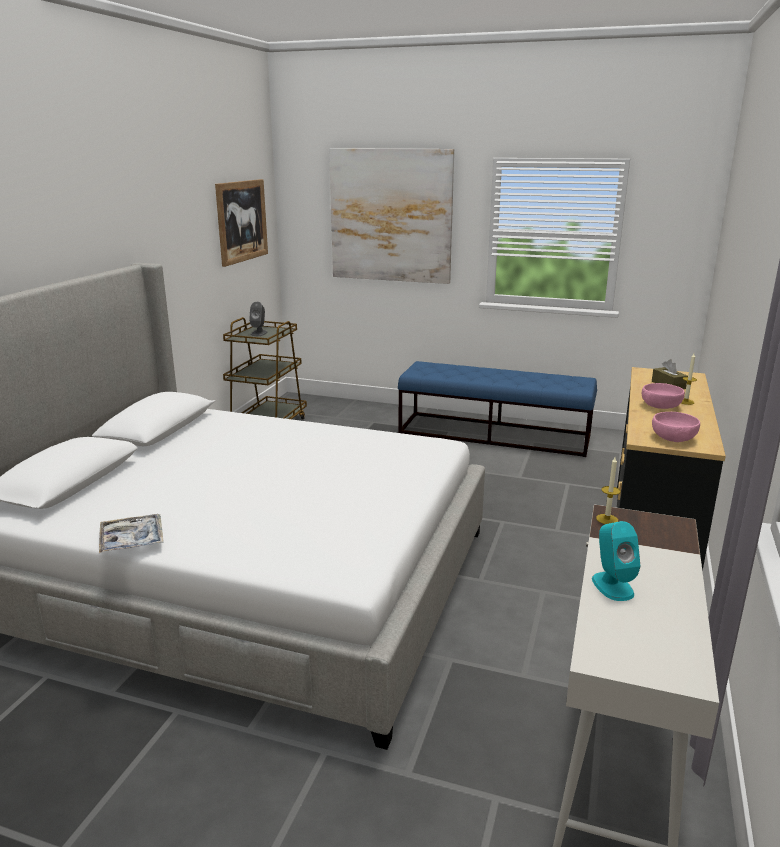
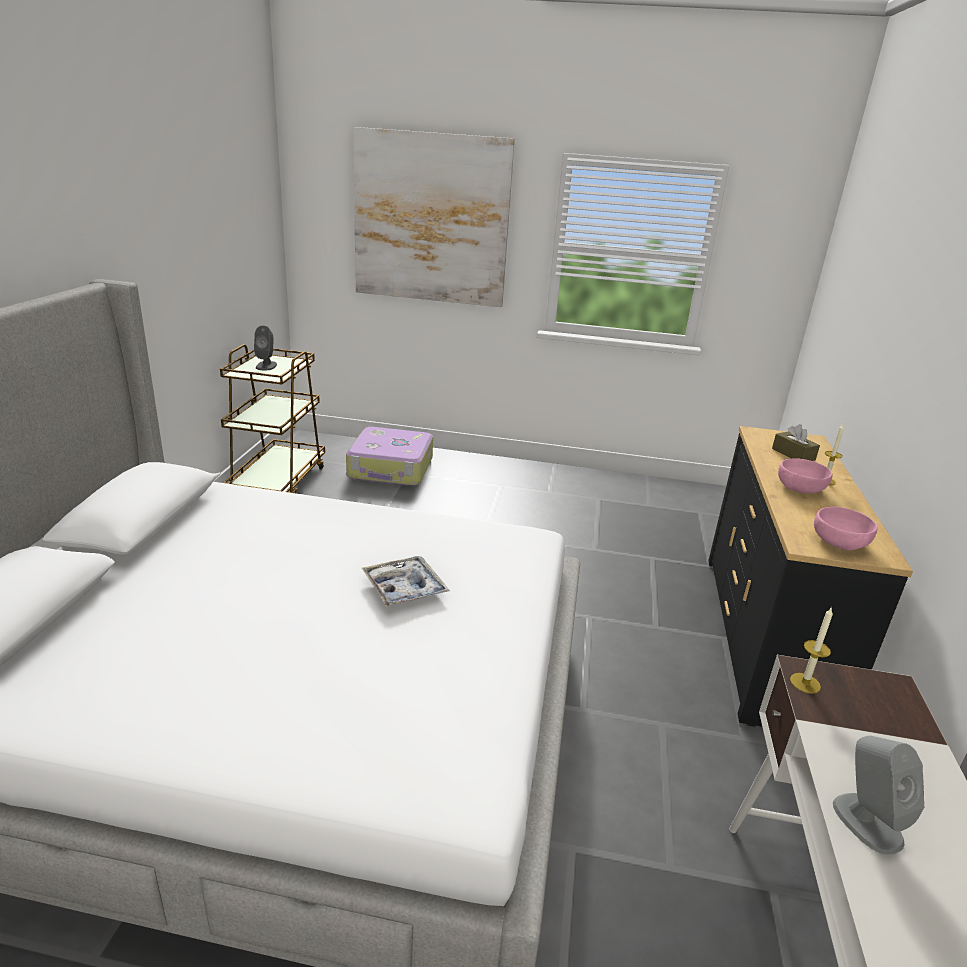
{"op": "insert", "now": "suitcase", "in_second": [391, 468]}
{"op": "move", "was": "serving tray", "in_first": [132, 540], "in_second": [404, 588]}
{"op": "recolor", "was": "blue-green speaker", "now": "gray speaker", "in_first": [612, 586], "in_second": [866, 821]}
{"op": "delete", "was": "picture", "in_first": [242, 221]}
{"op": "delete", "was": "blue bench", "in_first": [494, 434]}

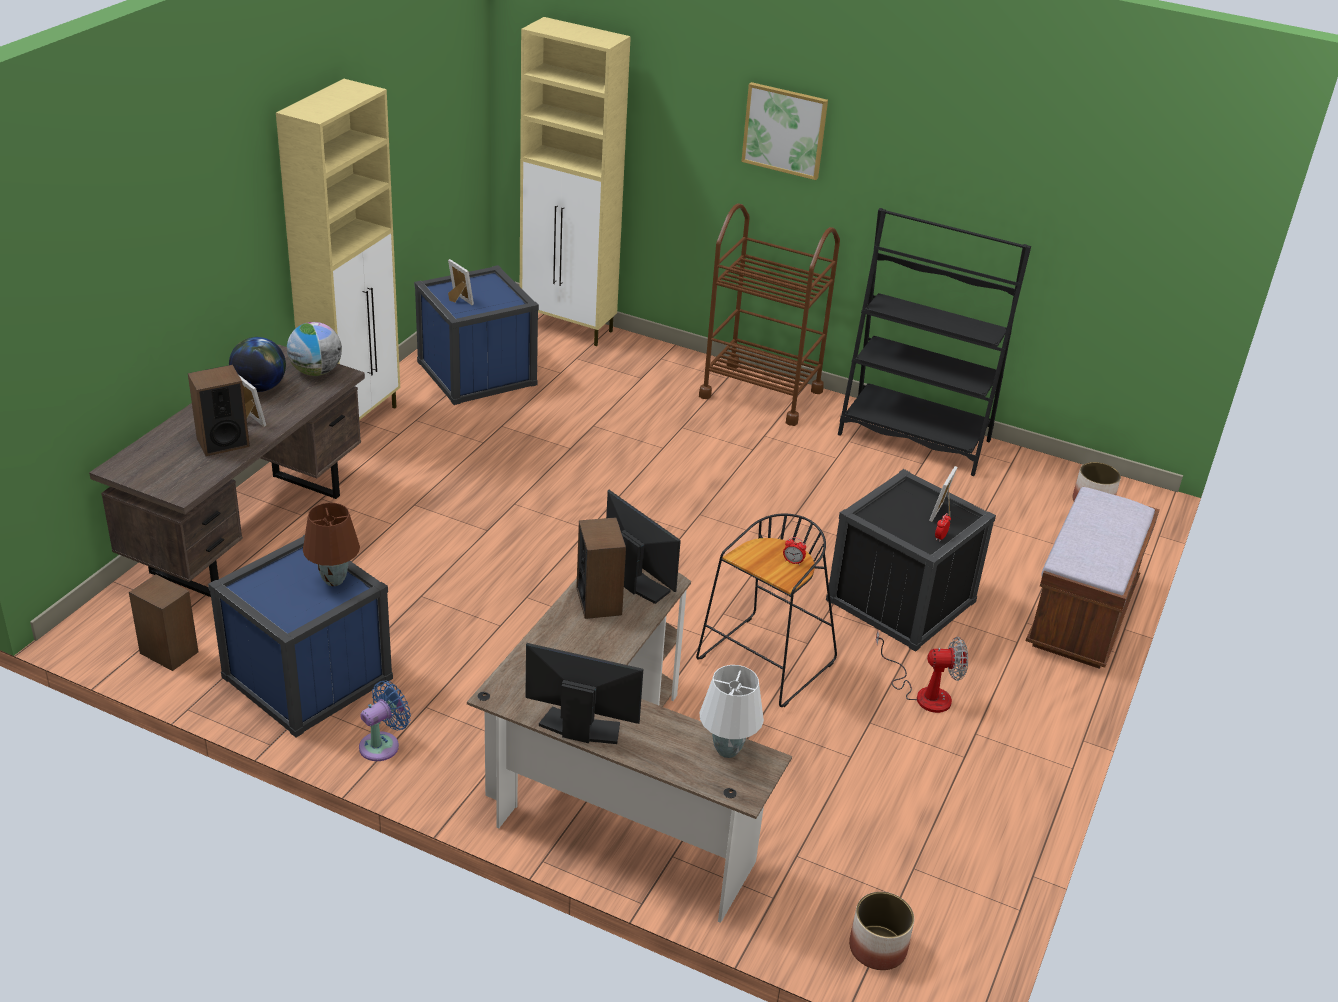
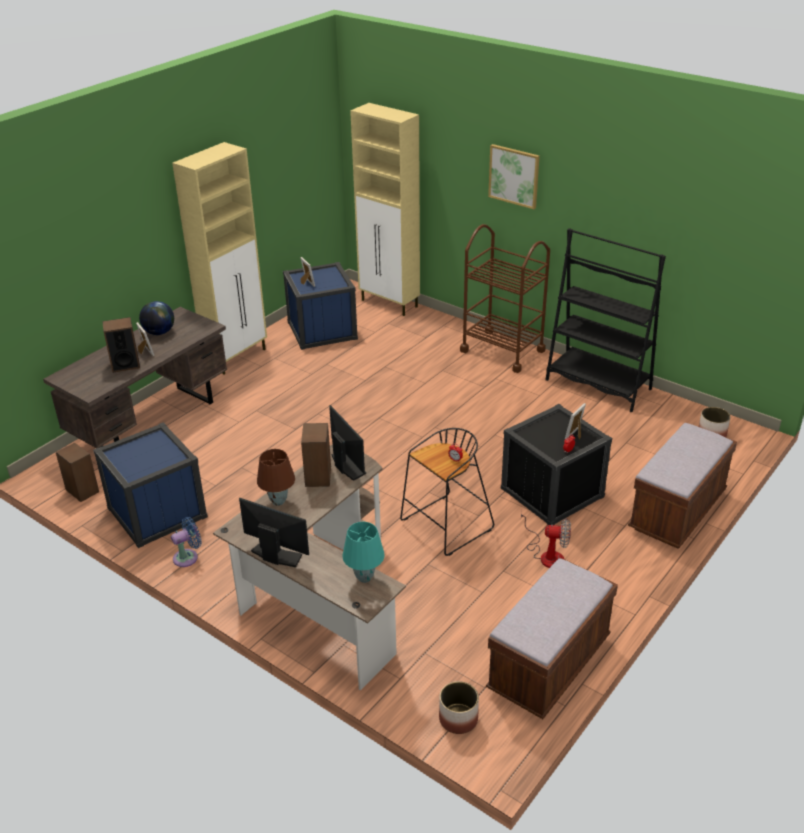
{"op": "move", "was": "brown table lamp", "in_first": [333, 580], "in_second": [278, 501]}
{"op": "recolor", "was": "whitish table lamp", "now": "blue-green table lamp", "in_first": [727, 751], "in_second": [364, 578]}
{"op": "insert", "now": "brown bench", "in_second": [549, 665]}
{"op": "delete", "was": "desk globe", "in_first": [316, 372]}

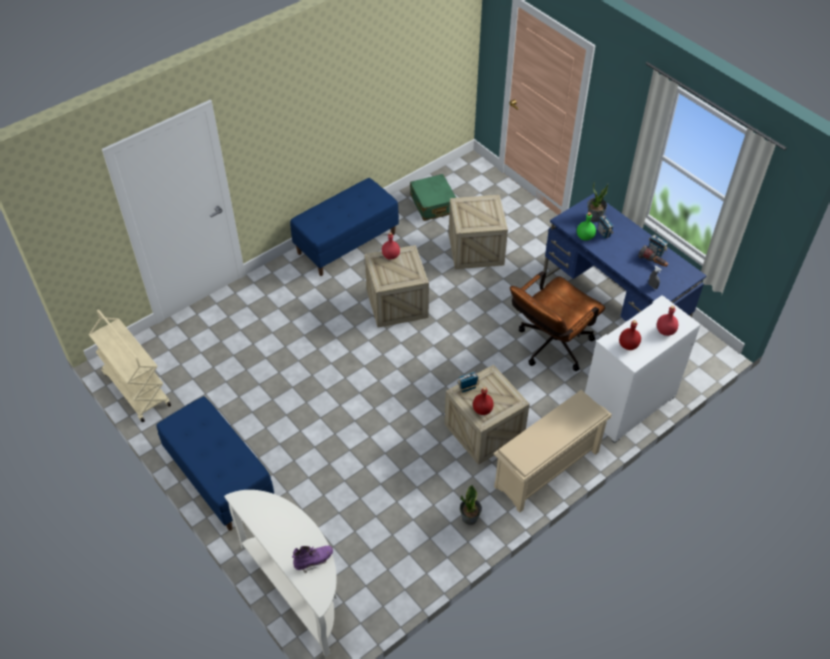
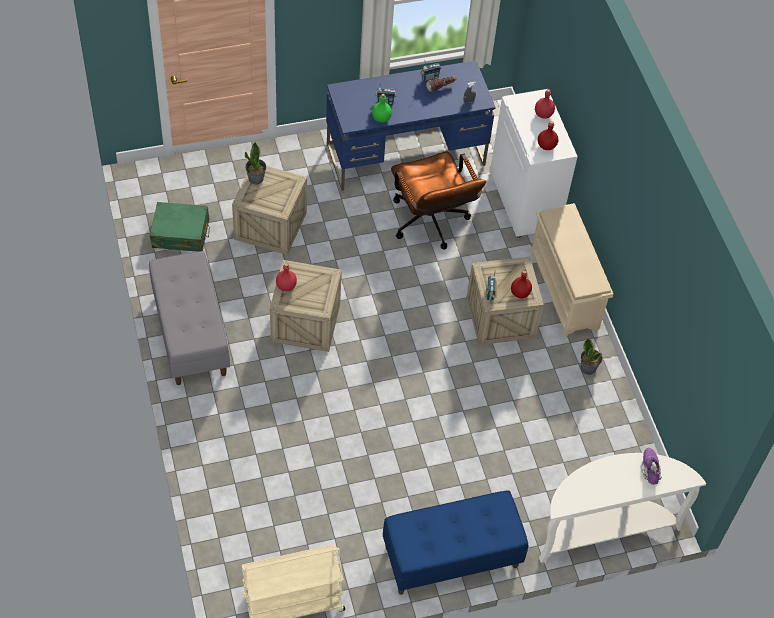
{"op": "recolor", "was": "blue bench", "now": "gray bench", "in_first": [346, 243], "in_second": [190, 333]}
{"op": "move", "was": "potted plant", "in_first": [594, 217], "in_second": [256, 178]}

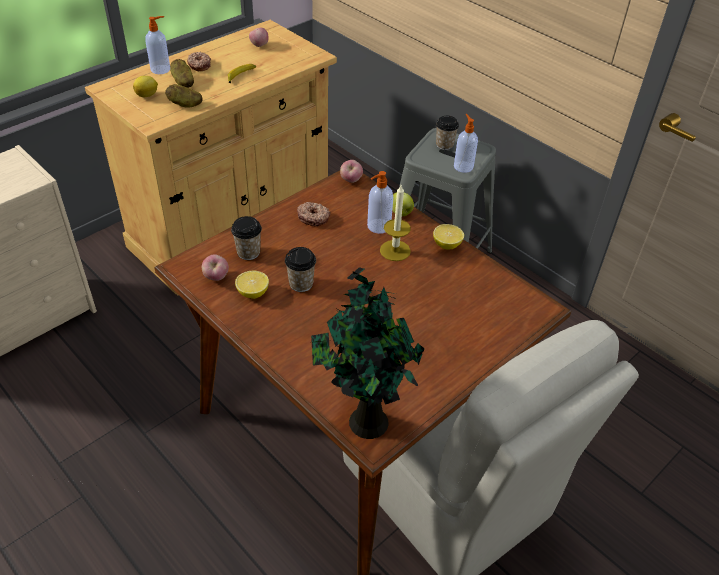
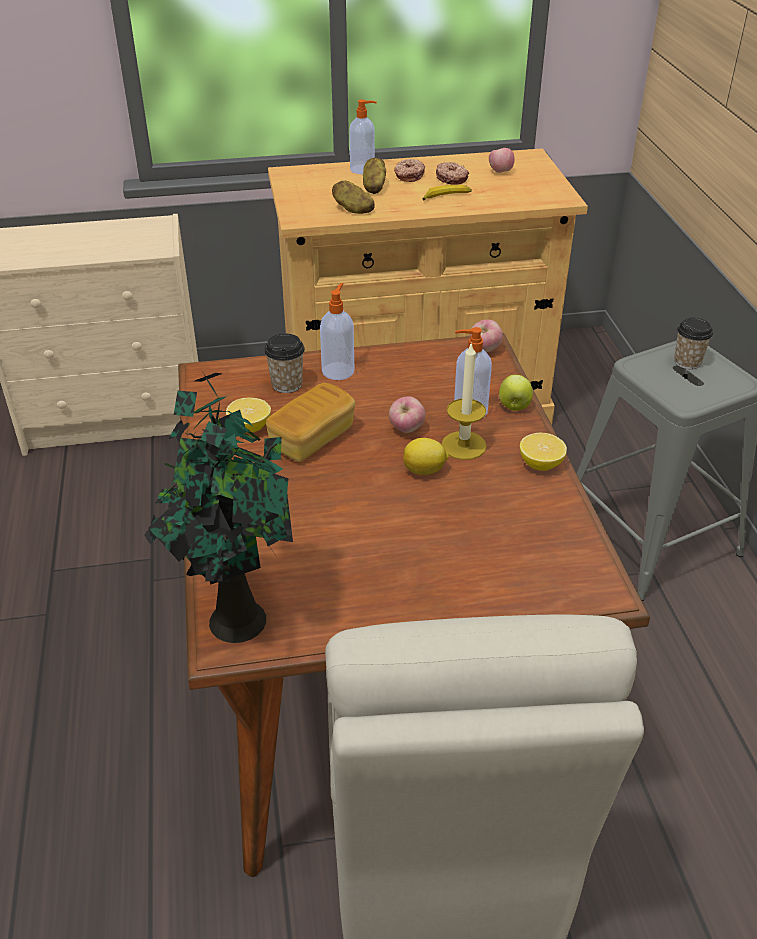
{"op": "replace", "was": "drinking cup", "now": "baked bread", "in_first": [301, 284], "in_second": [312, 438]}
{"op": "move", "was": "soap dispenser", "in_first": [463, 166], "in_second": [338, 370]}
{"op": "move", "was": "whole apple", "in_first": [216, 277], "in_second": [406, 429]}
{"op": "move", "was": "whole lemon", "in_first": [147, 95], "in_second": [425, 471]}
{"op": "move", "was": "donut", "in_first": [313, 217], "in_second": [452, 178]}

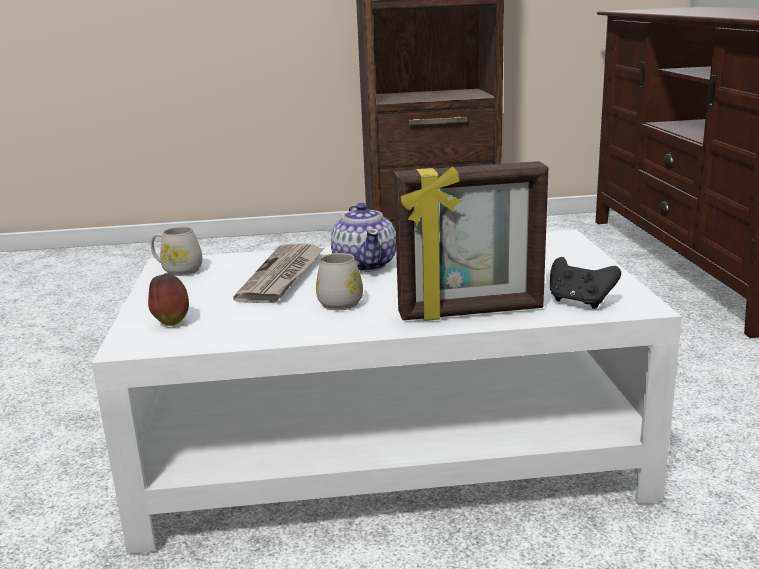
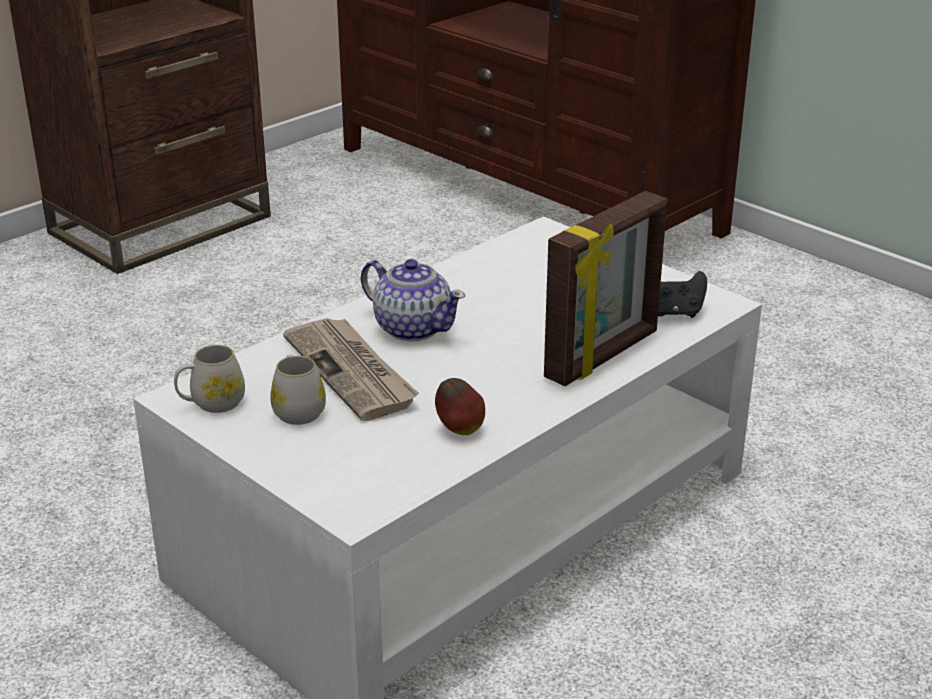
{"op": "move", "was": "whitish coffee mug", "in_first": [343, 301], "in_second": [297, 409]}
{"op": "move", "was": "whole apple", "in_first": [171, 322], "in_second": [459, 430]}

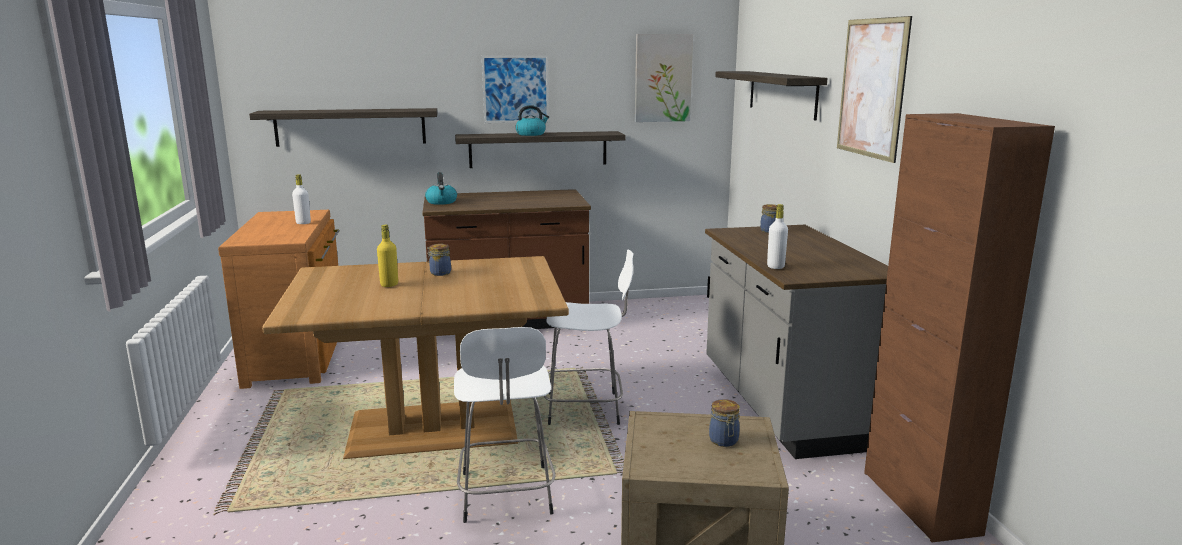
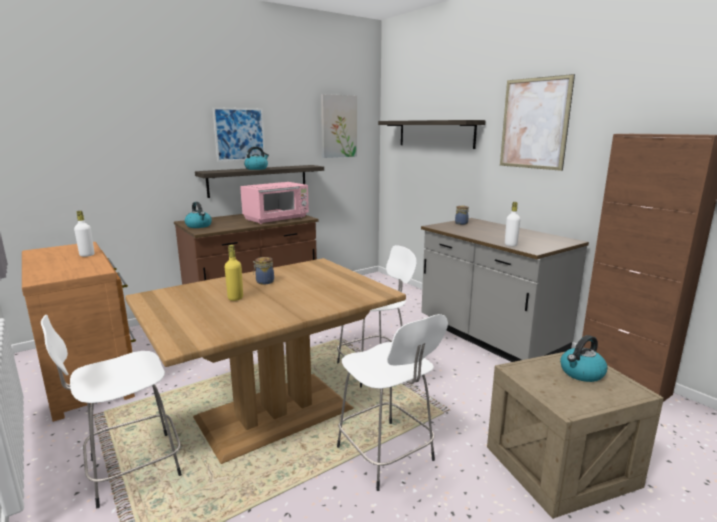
{"op": "insert", "now": "whitish sitting stool", "in_second": [131, 469]}
{"op": "insert", "now": "pinkish microwave", "in_second": [277, 219]}
{"op": "replace", "was": "preserve jar", "now": "water kettle", "in_first": [724, 441], "in_second": [581, 373]}
{"op": "delete", "was": "wall shelf", "in_first": [350, 127]}

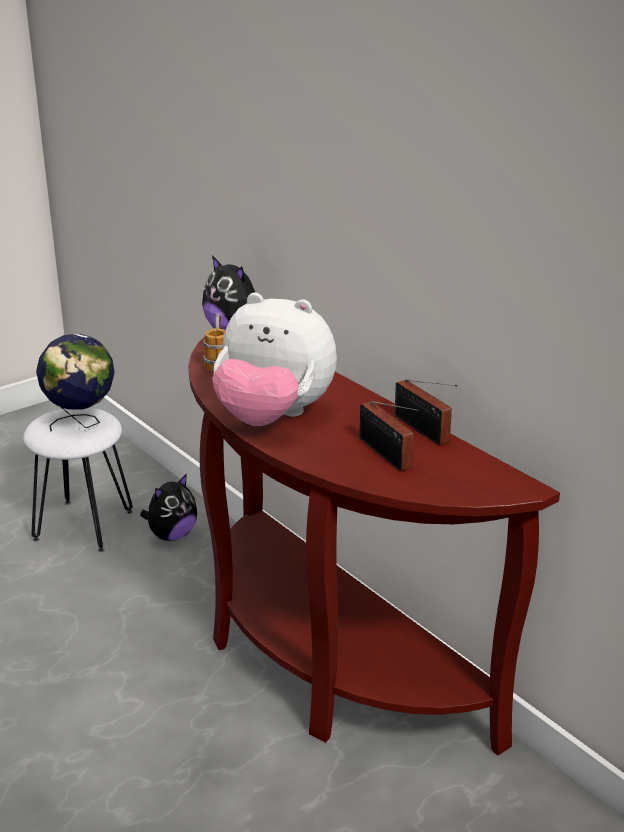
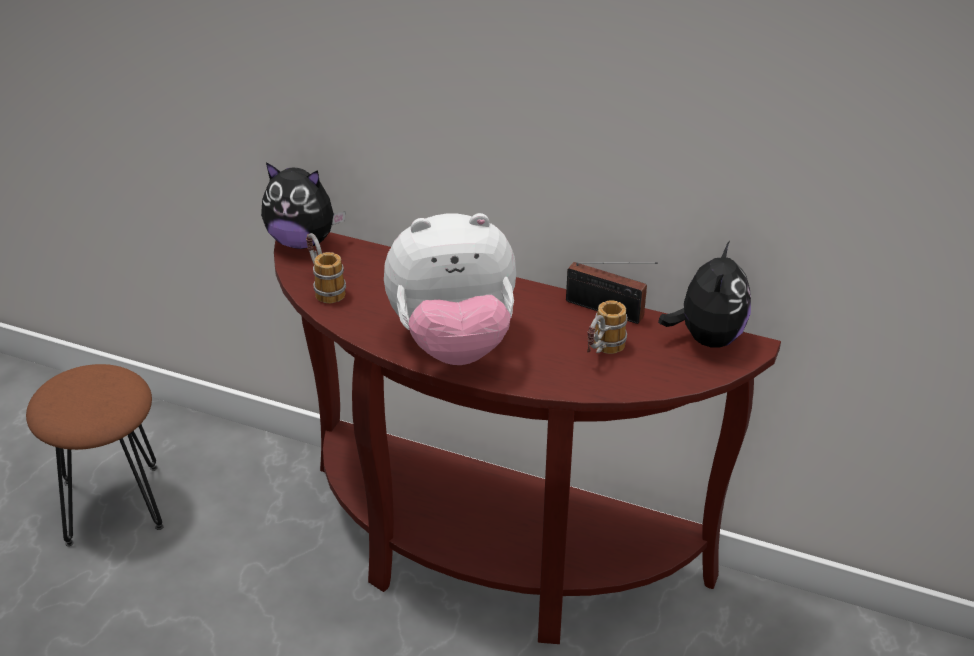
{"op": "recolor", "was": "whitish sitting stool", "now": "brown sitting stool", "in_first": [82, 525], "in_second": [111, 504]}
{"op": "replace", "was": "radio", "now": "coffee mug", "in_first": [386, 455], "in_second": [602, 352]}
{"op": "move", "was": "cuddly toy", "in_first": [172, 535], "in_second": [707, 338]}
{"op": "delete", "was": "desk globe", "in_first": [81, 423]}

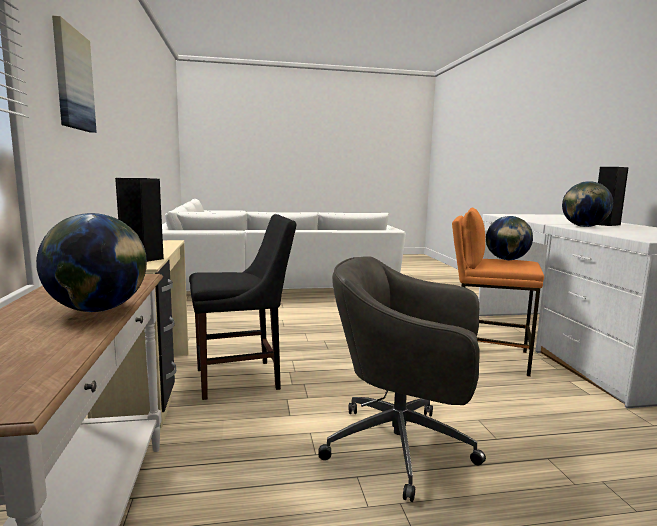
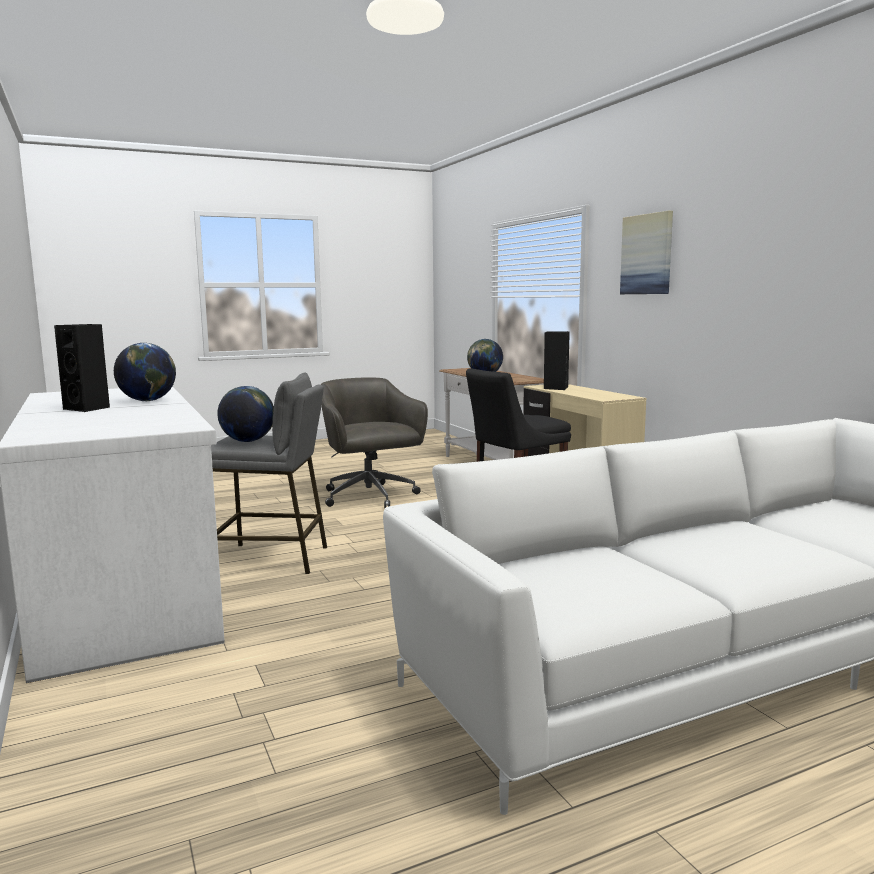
{"op": "recolor", "was": "orange-coloured sitting stool", "now": "gray sitting stool", "in_first": [486, 357], "in_second": [272, 559]}
{"op": "rotate", "was": "gray desk chair", "in_first": [403, 447], "in_second": [370, 497], "clockwise": -120}

